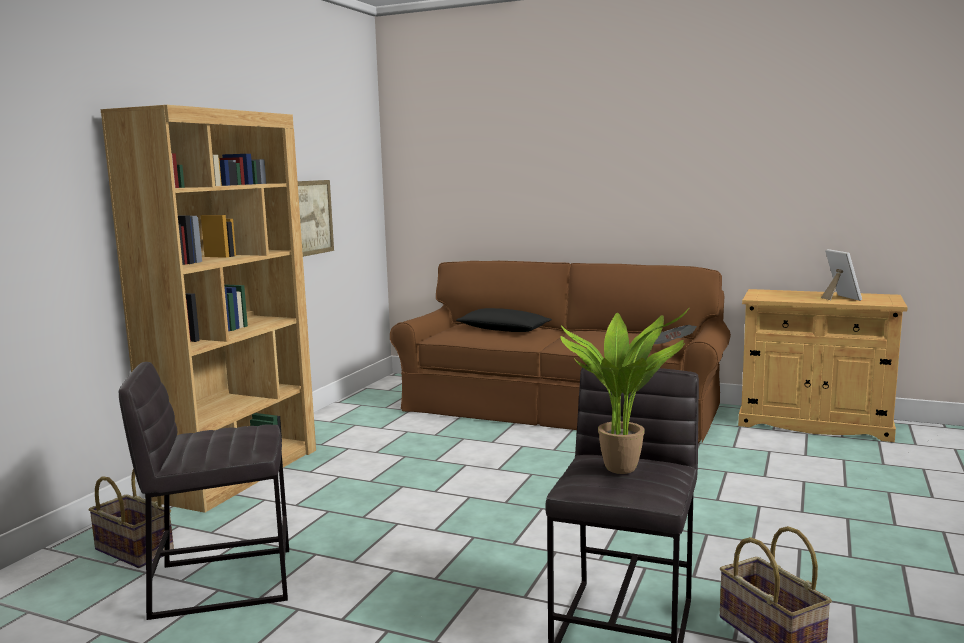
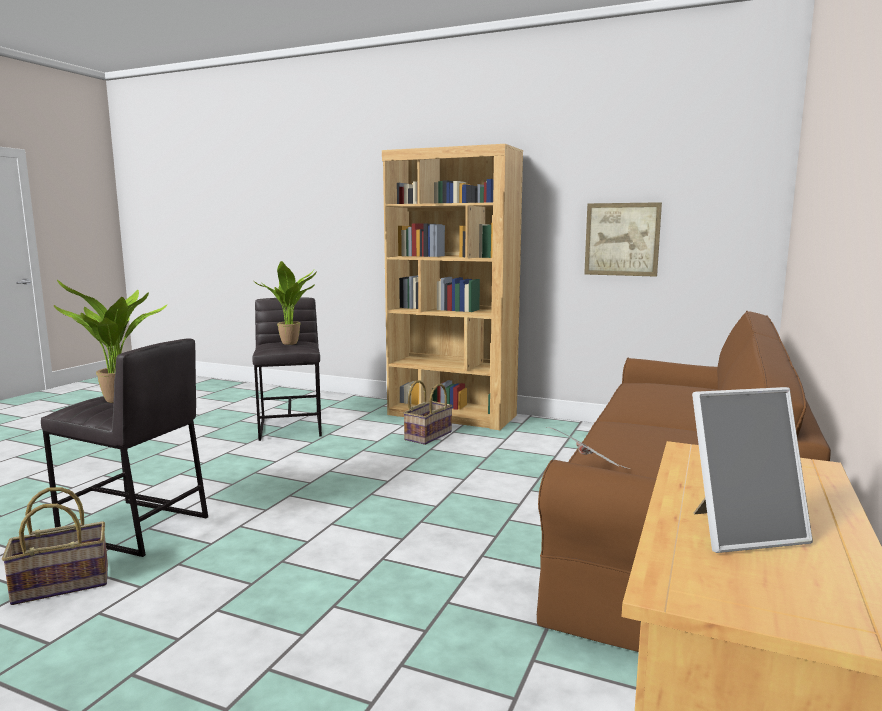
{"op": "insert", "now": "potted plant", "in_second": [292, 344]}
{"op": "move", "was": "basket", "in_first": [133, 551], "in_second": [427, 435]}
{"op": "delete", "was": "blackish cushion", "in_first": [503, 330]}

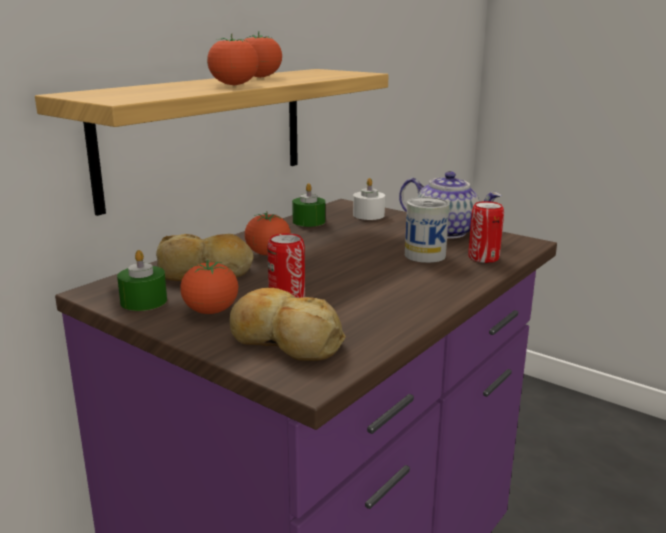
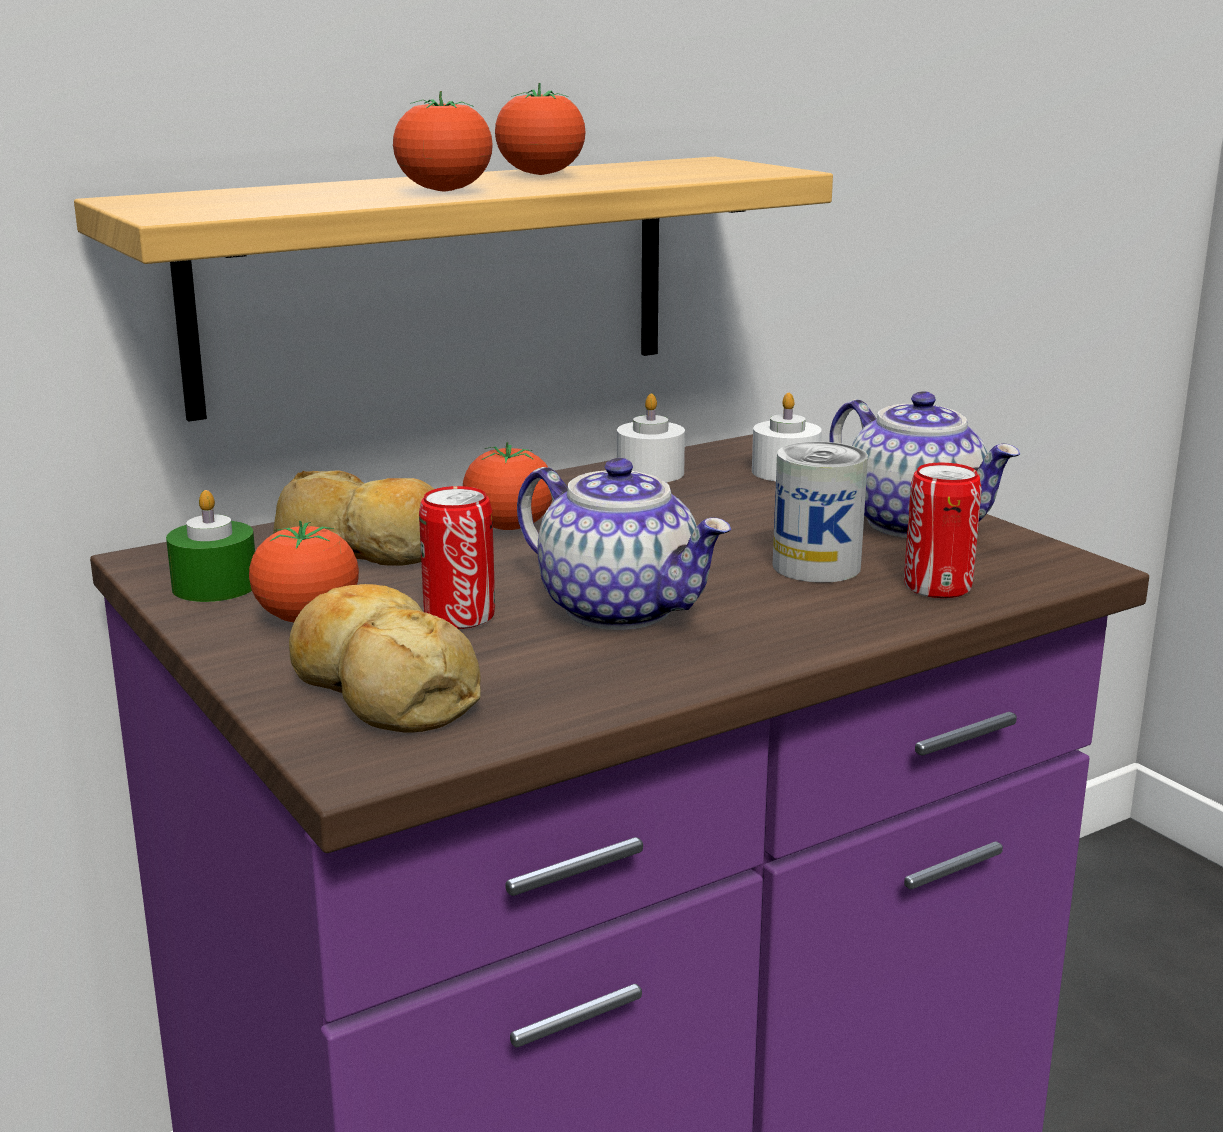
{"op": "insert", "now": "tea pot", "in_second": [621, 609]}
{"op": "recolor", "was": "green-coloured wax light", "now": "whitish wax light", "in_first": [309, 221], "in_second": [650, 473]}

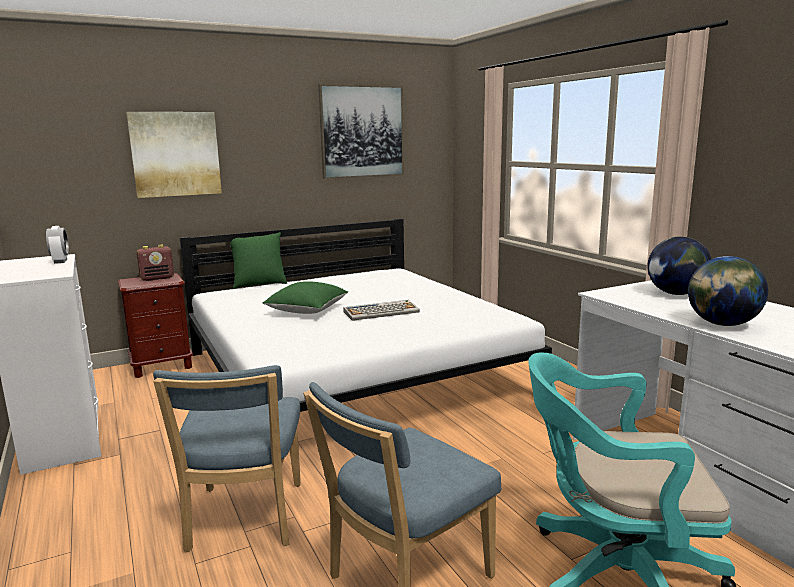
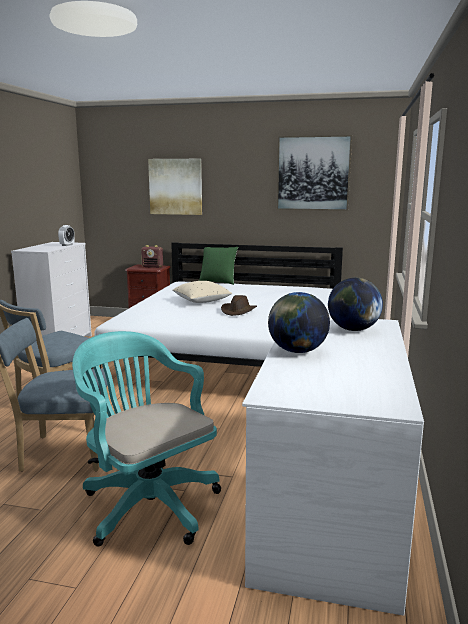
{"op": "recolor", "was": "green-coloured cushion", "now": "beige-coloured cushion", "in_first": [307, 311], "in_second": [201, 301]}
{"op": "replace", "was": "PC keyboard", "now": "brown hat", "in_first": [381, 312], "in_second": [238, 311]}

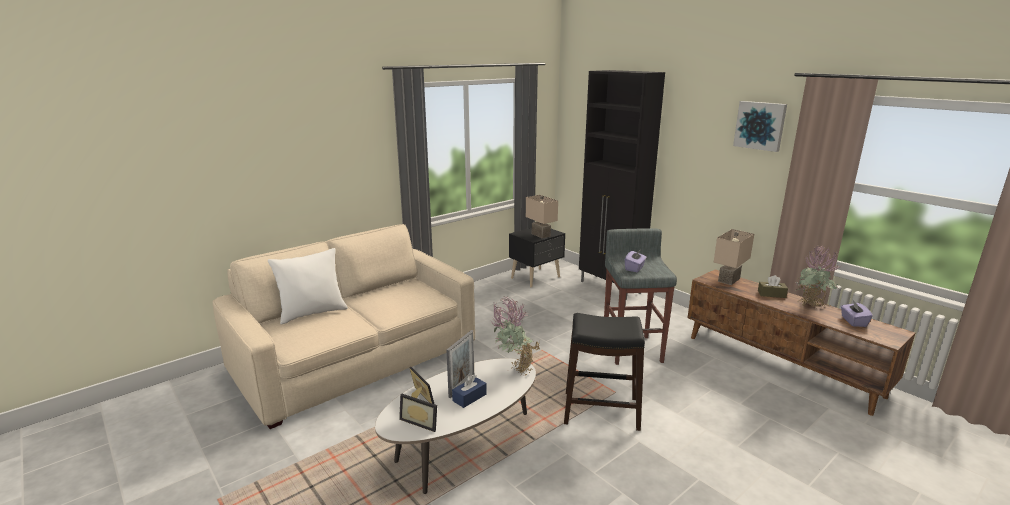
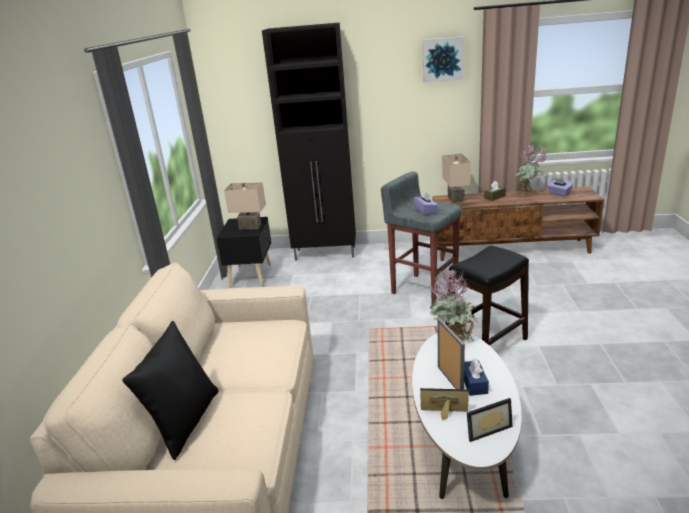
{"op": "recolor", "was": "whitish cushion", "now": "blackish cushion", "in_first": [312, 313], "in_second": [185, 422]}

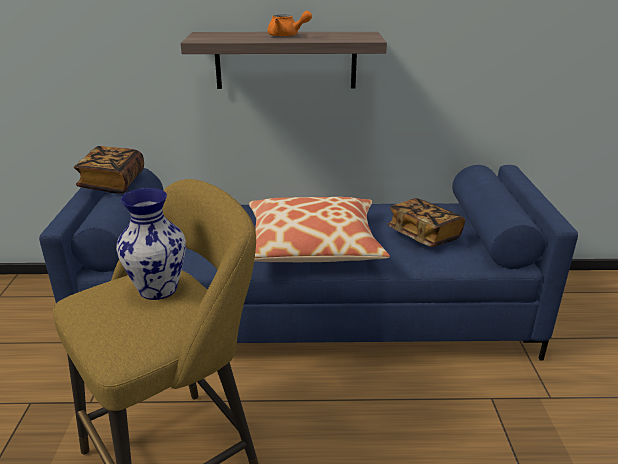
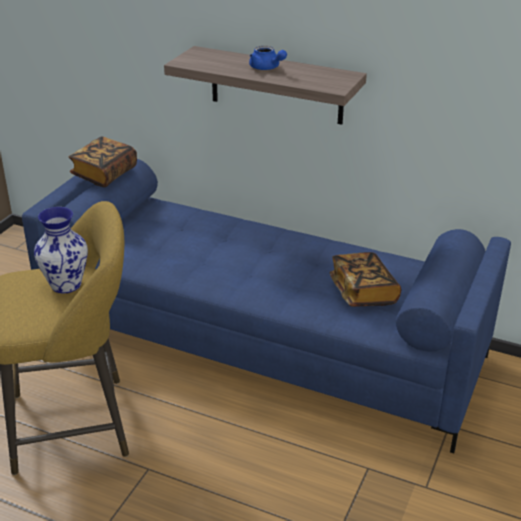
{"op": "recolor", "was": "orange-coloured tea pot", "now": "blue tea pot", "in_first": [287, 36], "in_second": [266, 68]}
{"op": "delete", "was": "cushion", "in_first": [312, 244]}

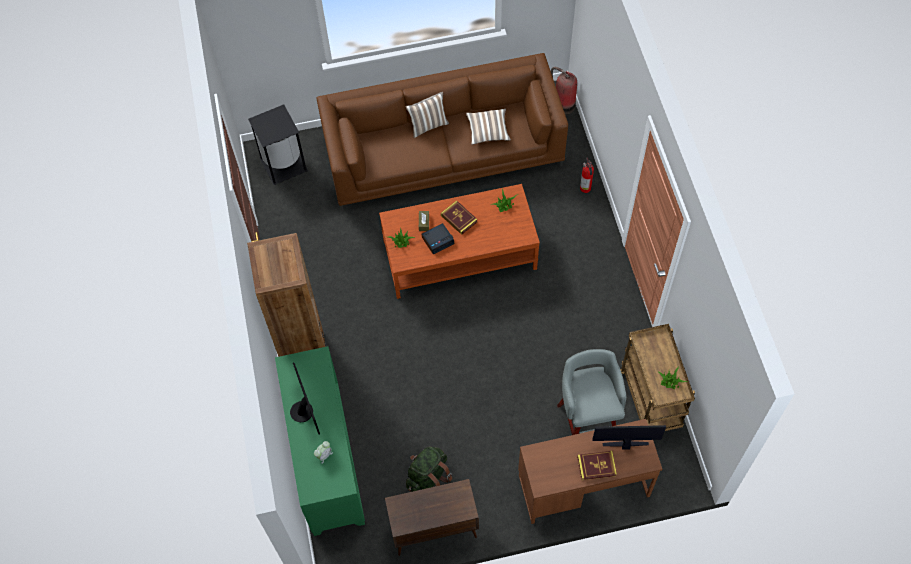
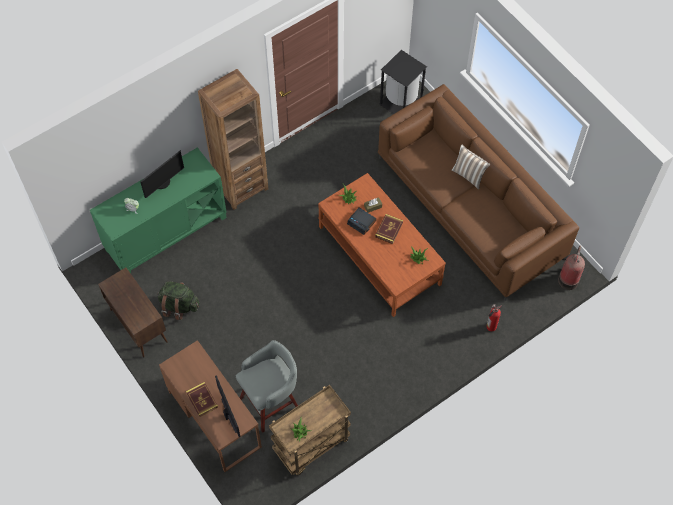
{"op": "delete", "was": "cushion", "in_first": [488, 131]}

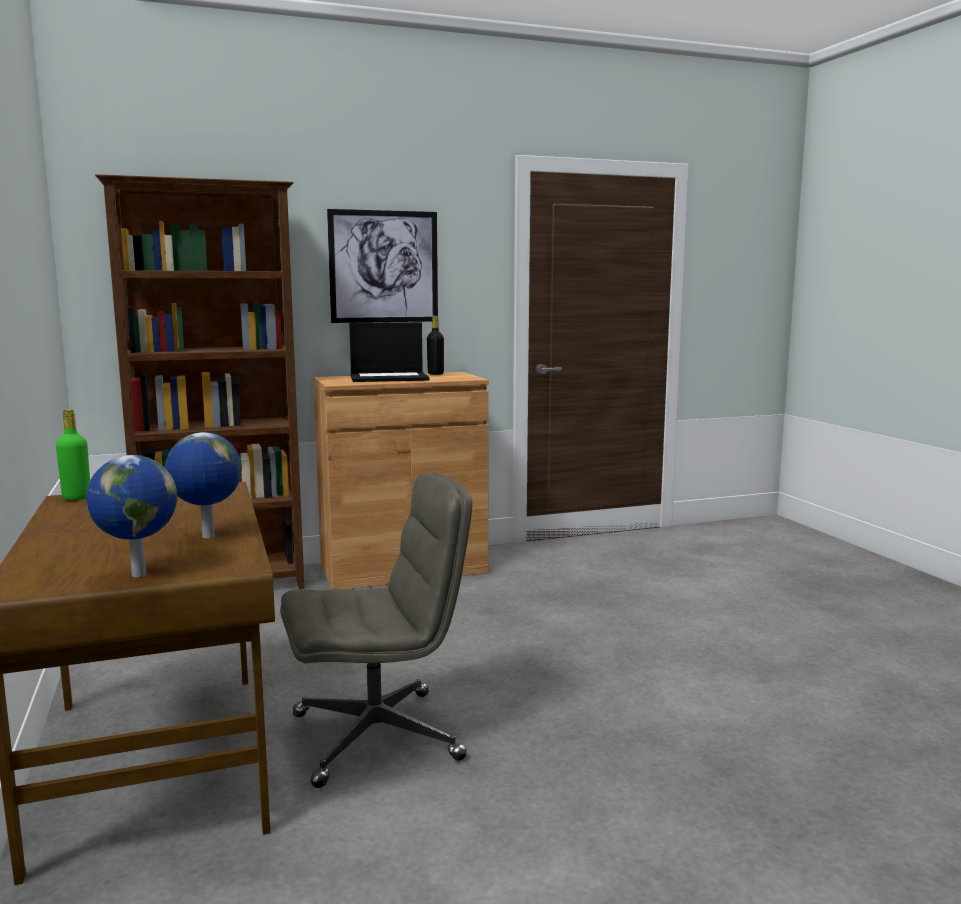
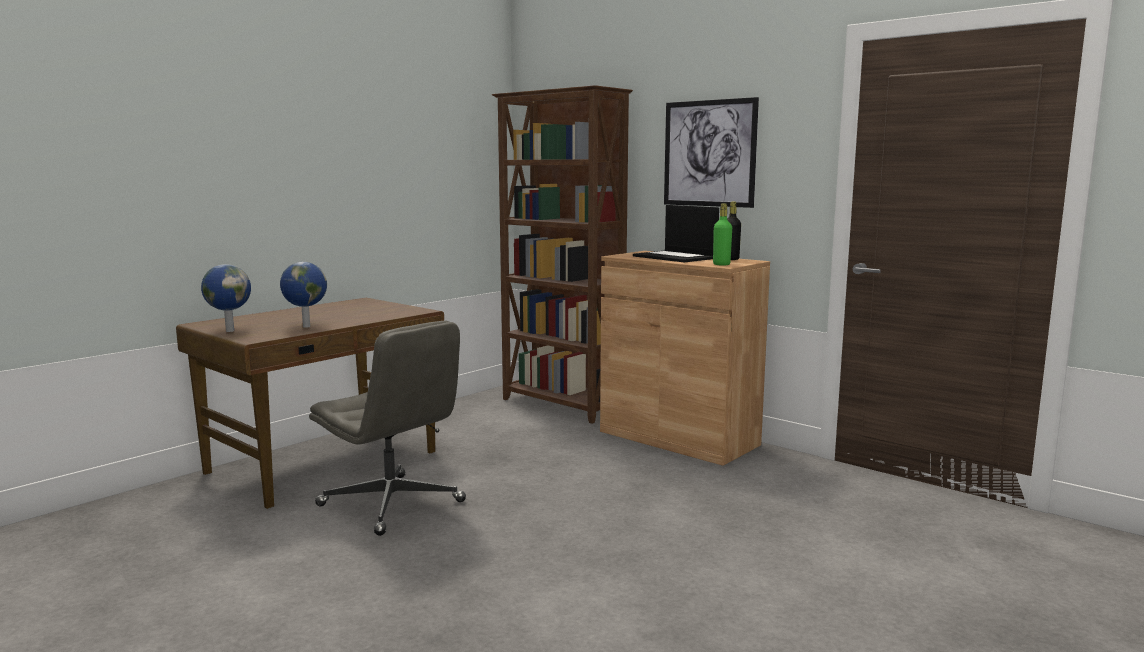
{"op": "move", "was": "green-coloured bottle", "in_first": [76, 497], "in_second": [721, 264]}

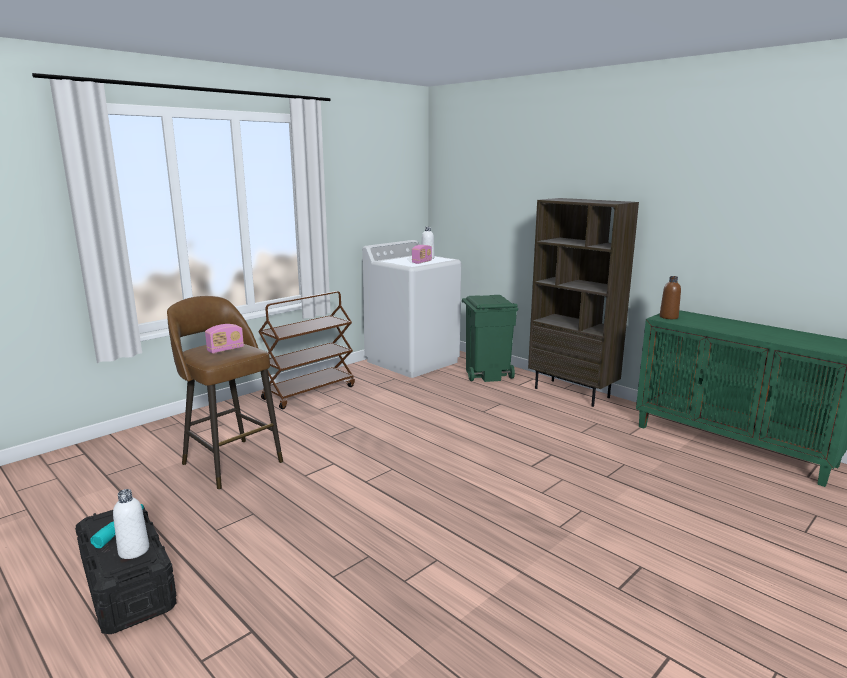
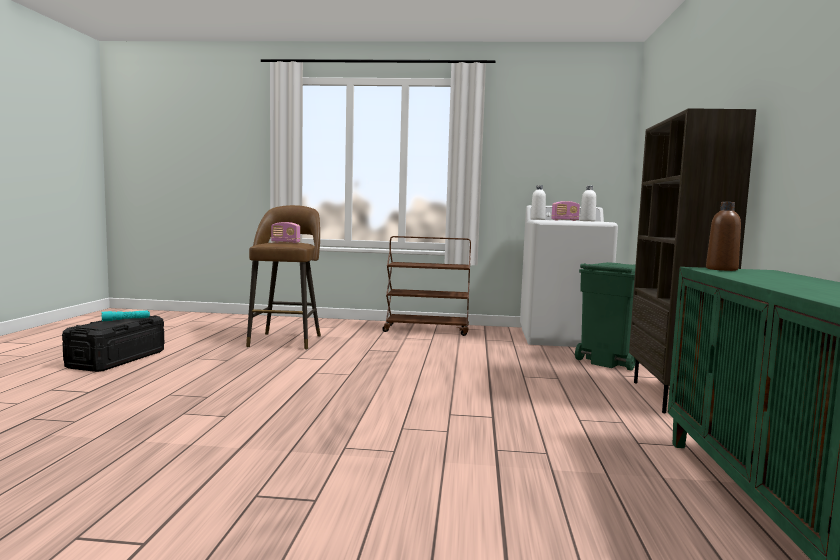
{"op": "move", "was": "whitish bottle", "in_first": [134, 550], "in_second": [537, 219]}

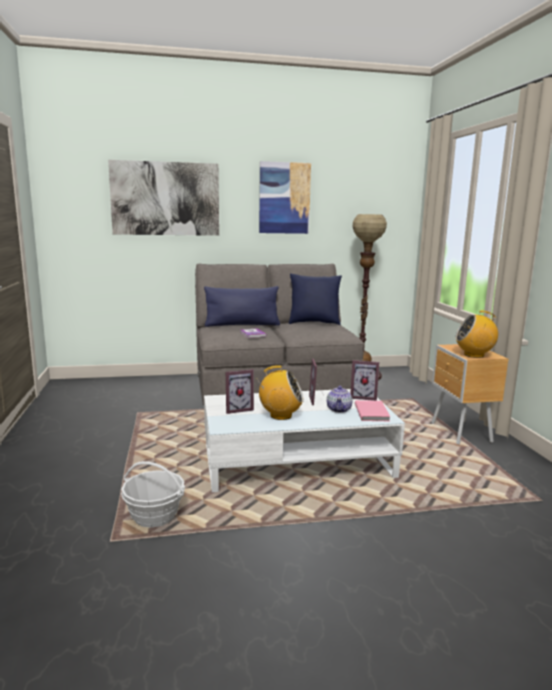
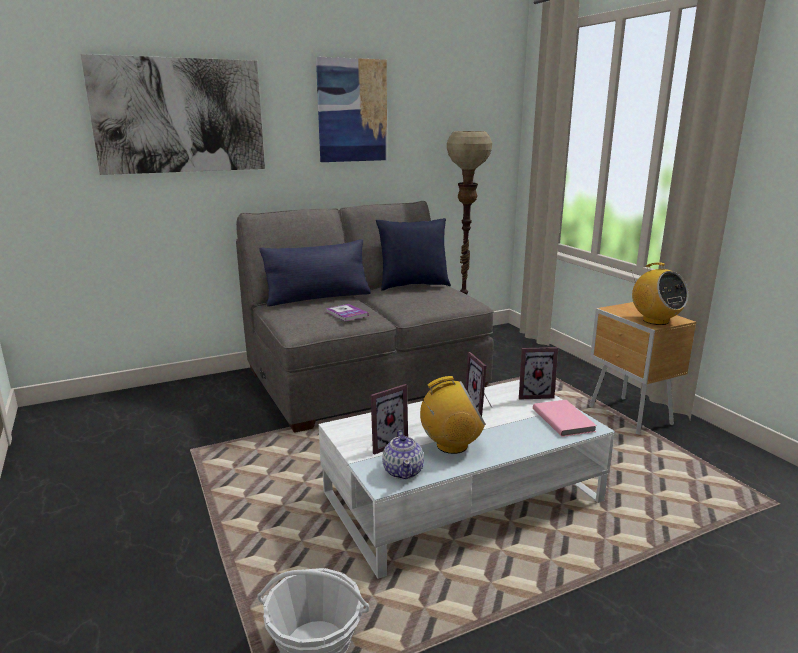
{"op": "move", "was": "tea pot", "in_first": [339, 409], "in_second": [403, 471]}
{"op": "rotate", "was": "radio", "in_first": [474, 355], "in_second": [655, 321], "clockwise": -105}

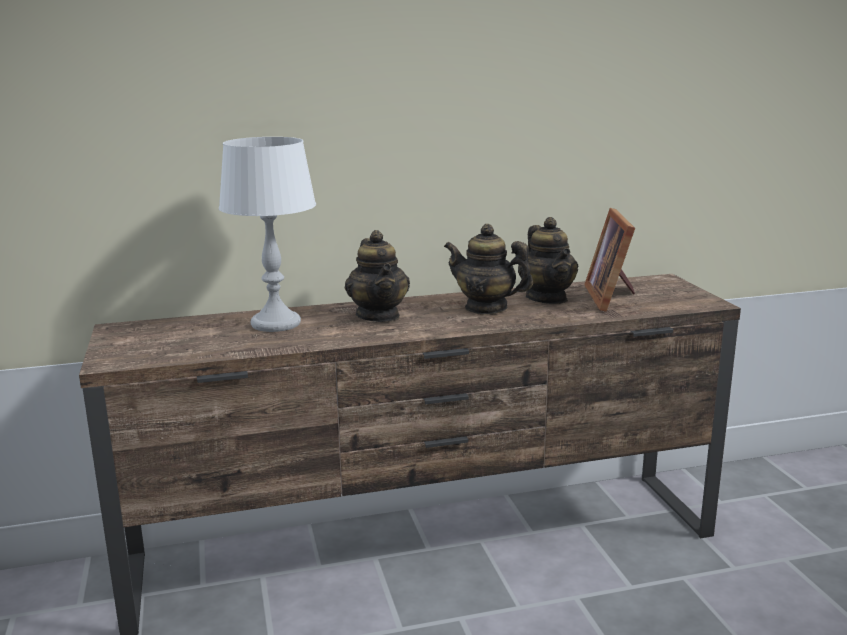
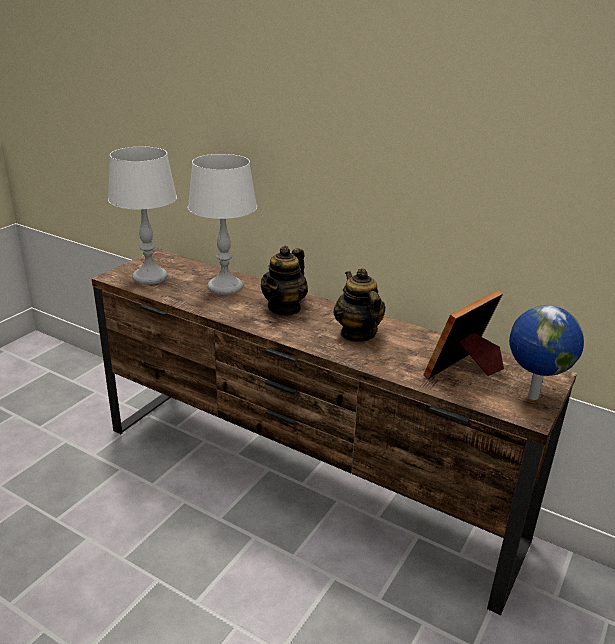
{"op": "insert", "now": "whitish table lamp", "in_second": [150, 277]}
{"op": "insert", "now": "desk globe", "in_second": [531, 396]}
{"op": "delete", "was": "tea pot", "in_first": [547, 298]}

